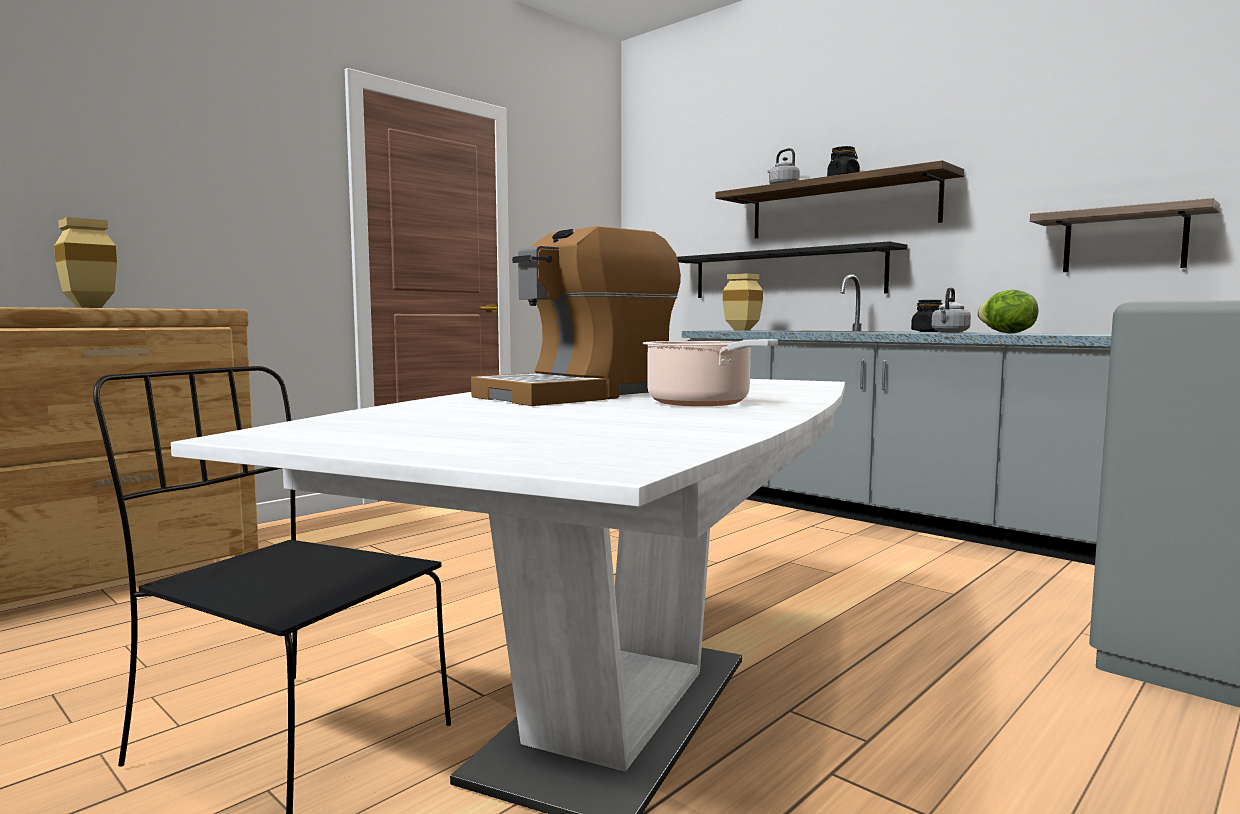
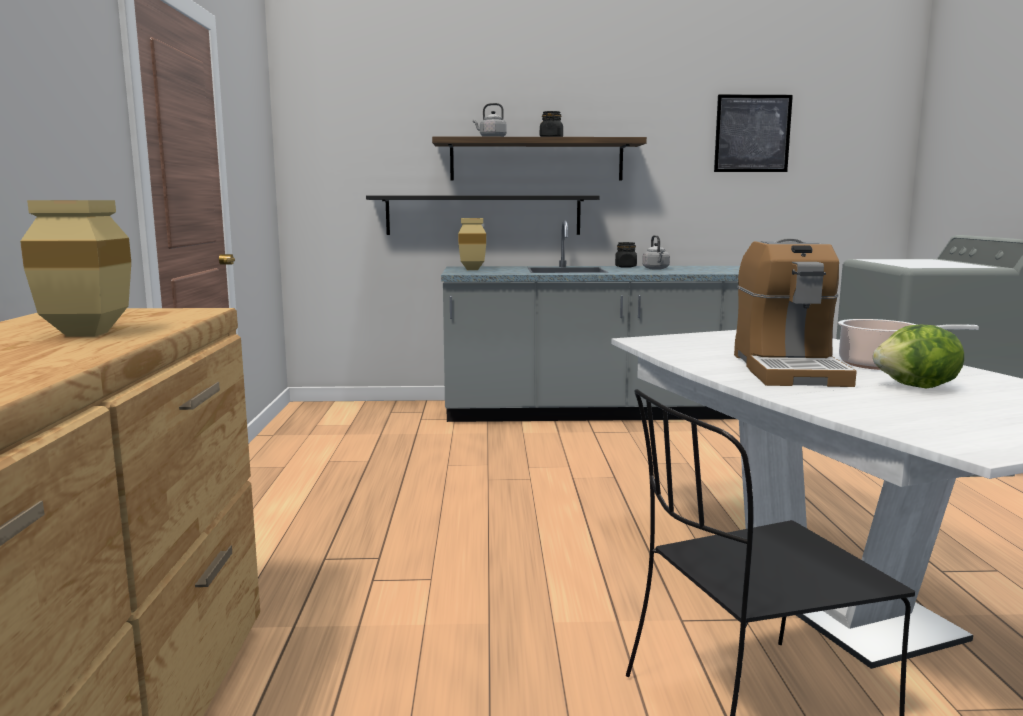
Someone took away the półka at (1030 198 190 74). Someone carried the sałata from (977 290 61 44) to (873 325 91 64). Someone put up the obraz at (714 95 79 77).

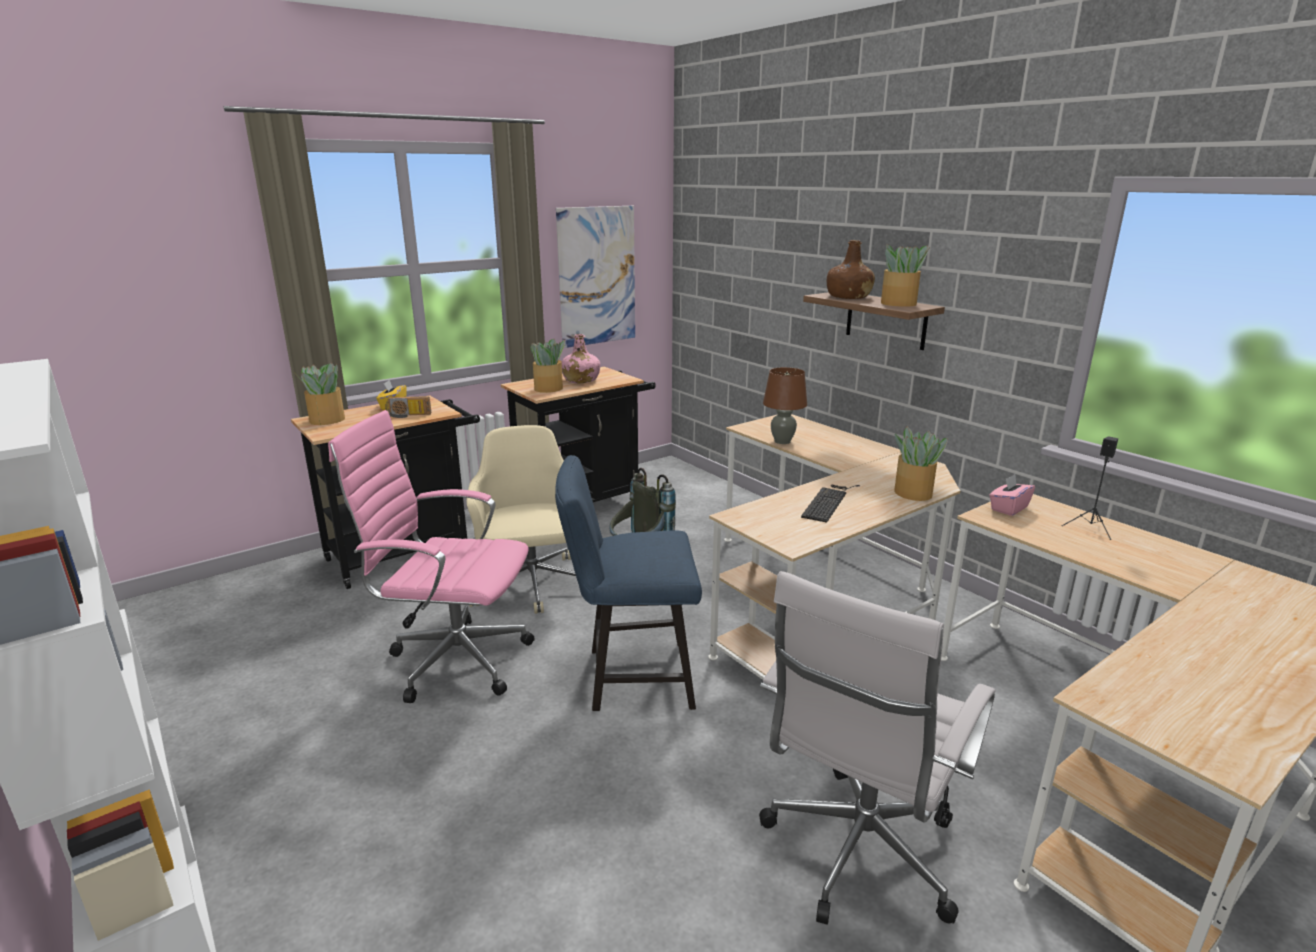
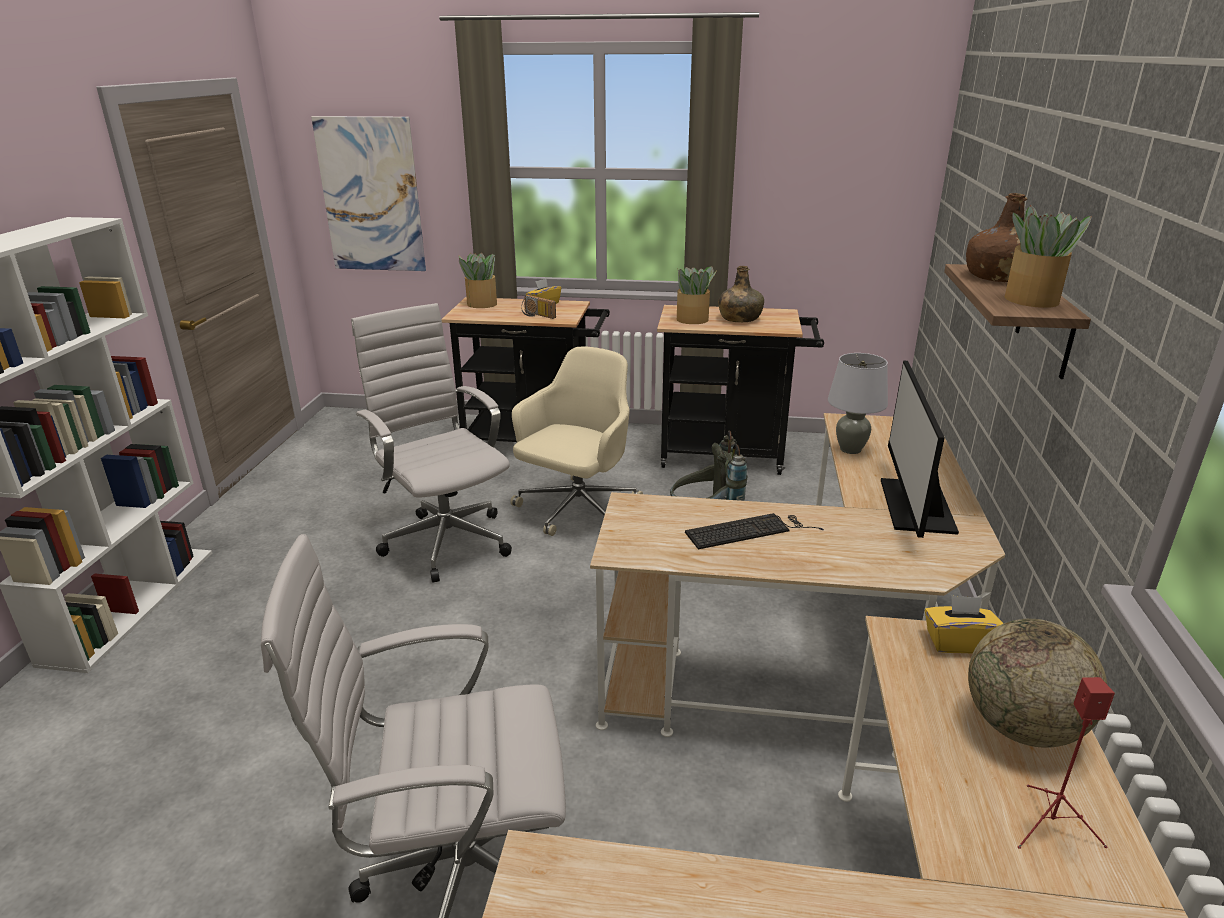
Someone carried the obraz from (556 206 79 142) to (311 116 115 155). Someone repainted the butelka (różowy) at (562 334 38 49), which became the butelka (zielony) at (718 266 46 56). Someone repainted the lampa stołowa (brązowy) at (763 367 44 77), which became the lampa stołowa (szary) at (828 353 60 101). Someone repainted the krzesło biurowe (różowy) at (328 410 206 293), which became the krzesło biurowe (biały) at (351 303 161 280). Someone took away the roślina doniczkowa at (894 427 54 74). Someone swapped the głośnik (czarny) at (1062 436 56 104) for the globus at (968 619 139 129). Someone took away the krzesło (niebieski) at (555 455 147 256). Someone repainted the pudełko chusteczek (różowy) at (989 475 46 41), which became the pudełko chusteczek (żółty) at (924 595 80 59). Someone put down the monitor at (881 361 78 177). Someone put down the głośnik (czerwony) at (1018 677 97 172).

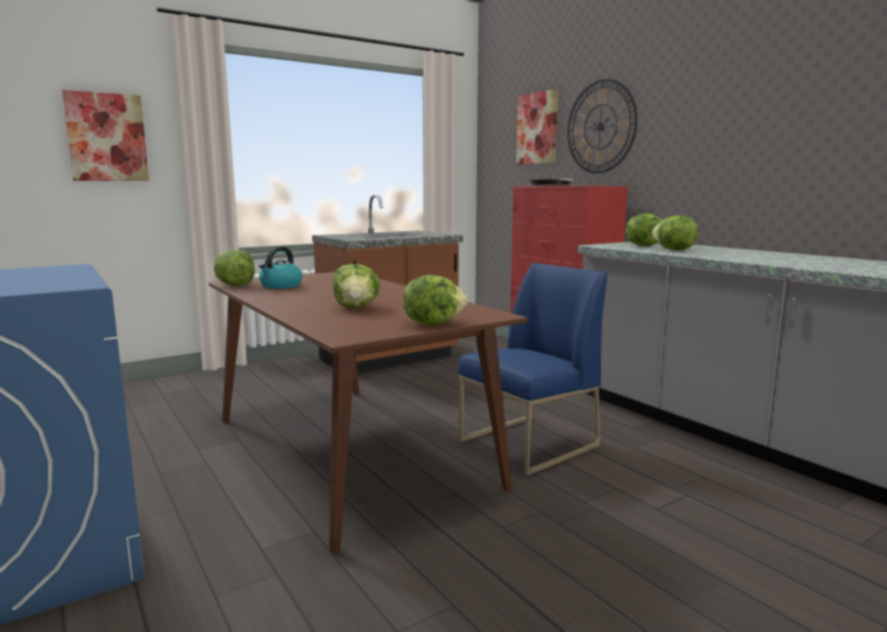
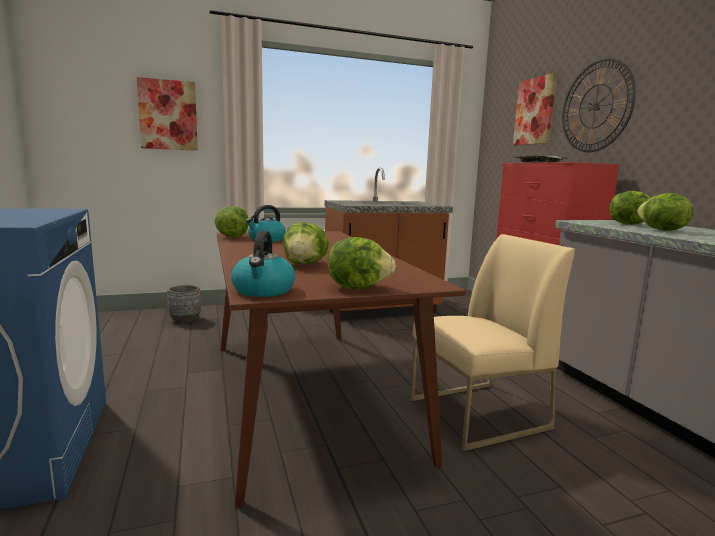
Someone repainted the krzesło (niebieski) at (458 263 149 213), which became the krzesło (beżowy) at (410 234 165 217). Someone put down the czajnik at (231 231 64 66). Someone put down the donica (szary) at (167 285 34 38).

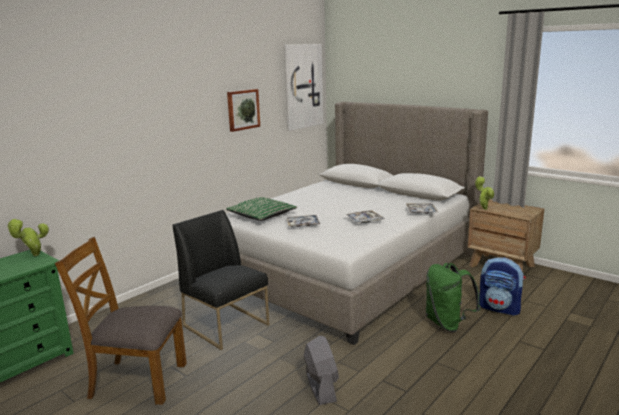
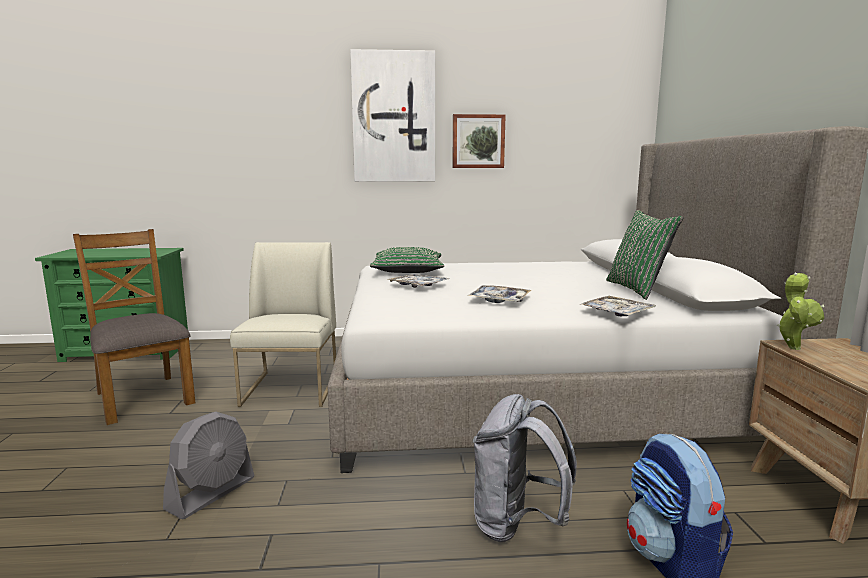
Someone carried the obraz from (284 44 39 87) to (350 49 85 133). Someone repainted the krzesło (czarny) at (173 210 97 140), which became the krzesło (biały) at (230 242 106 165). Someone took away the roślina doniczkowa at (7 219 42 37). Someone repainted the plecak (zielony) at (426 263 54 69), which became the plecak (szary) at (473 394 104 148). Someone put down the poduszka (zielony) at (606 210 77 90).

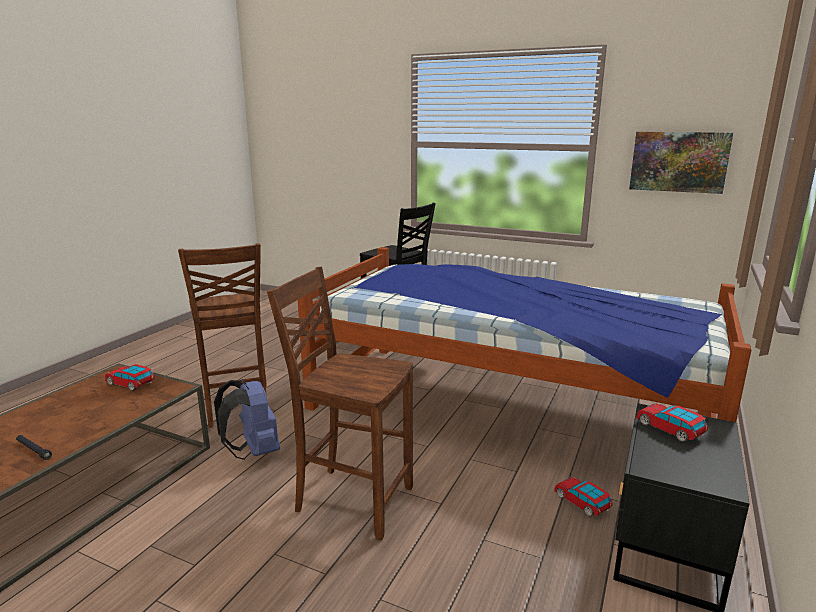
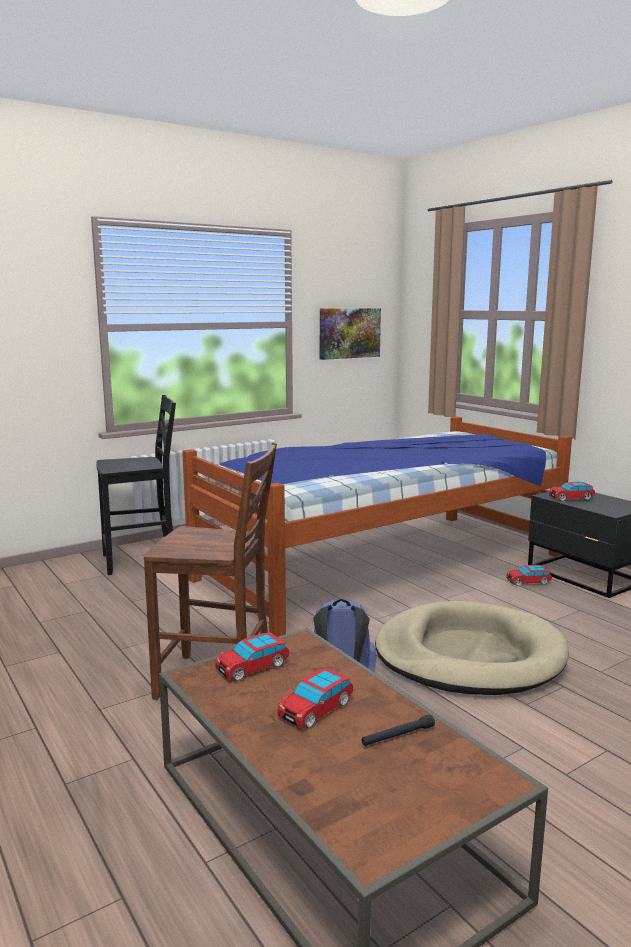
Someone swapped the krzesło (brązowy) at (267 267 146 273) for the legowisko (beżowy) at (375 601 194 94). Someone put down the samochodzik at (277 668 76 61).

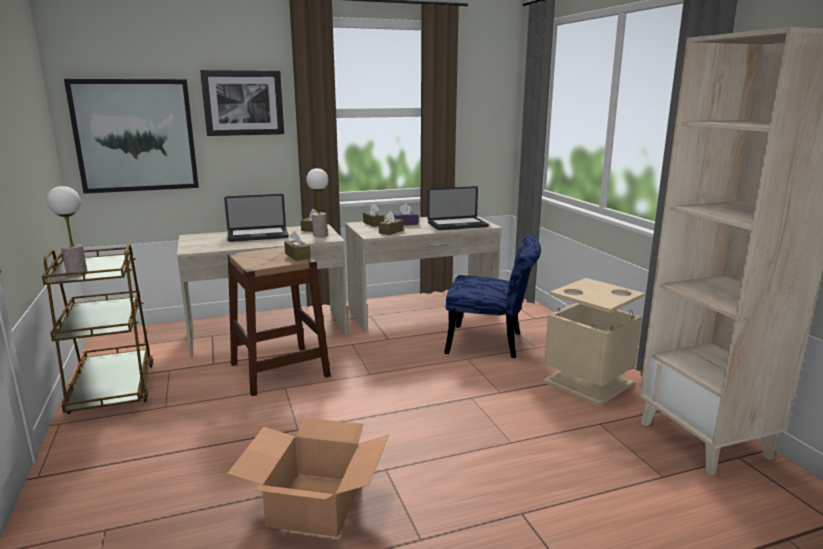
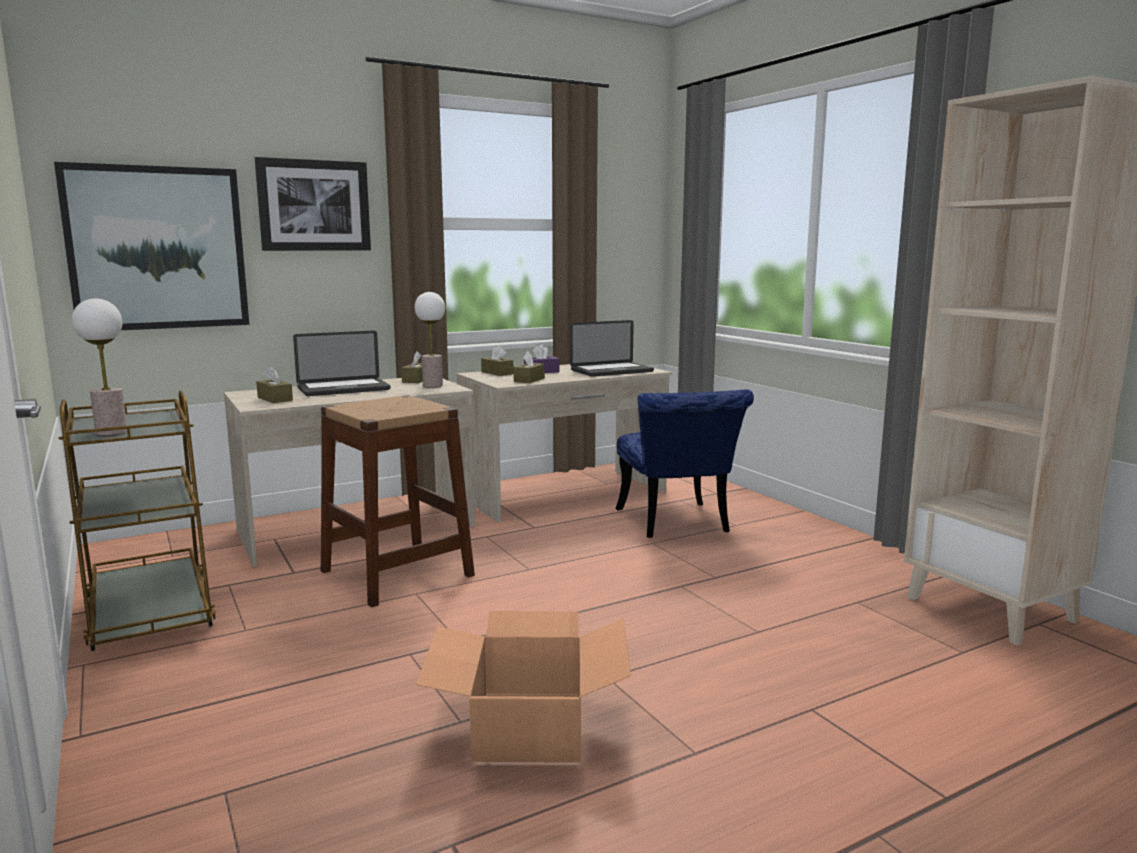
Someone carried the pudełko chusteczek (brązowy) from (284 231 27 30) to (256 366 37 37). Someone rotated the krzesło (niebieski) at (444 235 97 123) by 75 degrees clockwise. Someone took away the kosz na śmieci (beżowy) at (543 278 102 129).

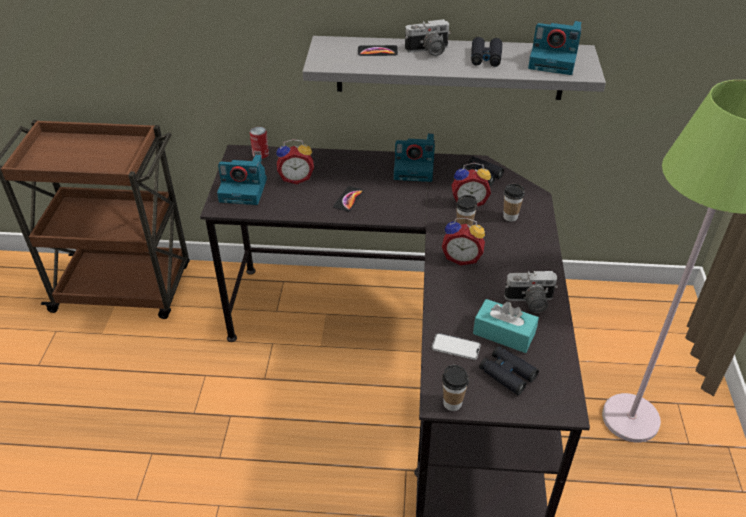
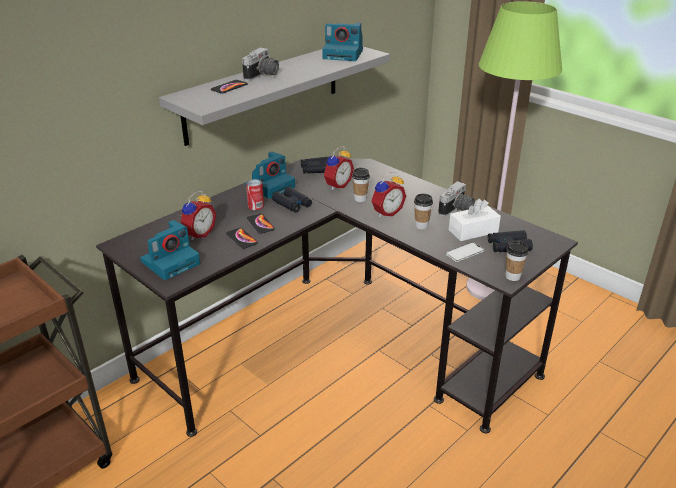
Someone rotated the aparat fotograficzny at (528 21 54 54) by 45 degrees clockwise. Someone carried the lornetka (czarny) from (471 37 31 30) to (272 187 40 26). Someone carried the puszka from (250 127 19 32) to (246 179 18 31). Someone carried the filiżanka from (503 184 22 38) to (414 194 19 35). Someone repainted the pudełko chusteczek (turkusowy) at (473 299 66 54), which became the pudełko chusteczek (biały) at (449 199 52 42). Someone put down the telefon at (226 228 32 21).

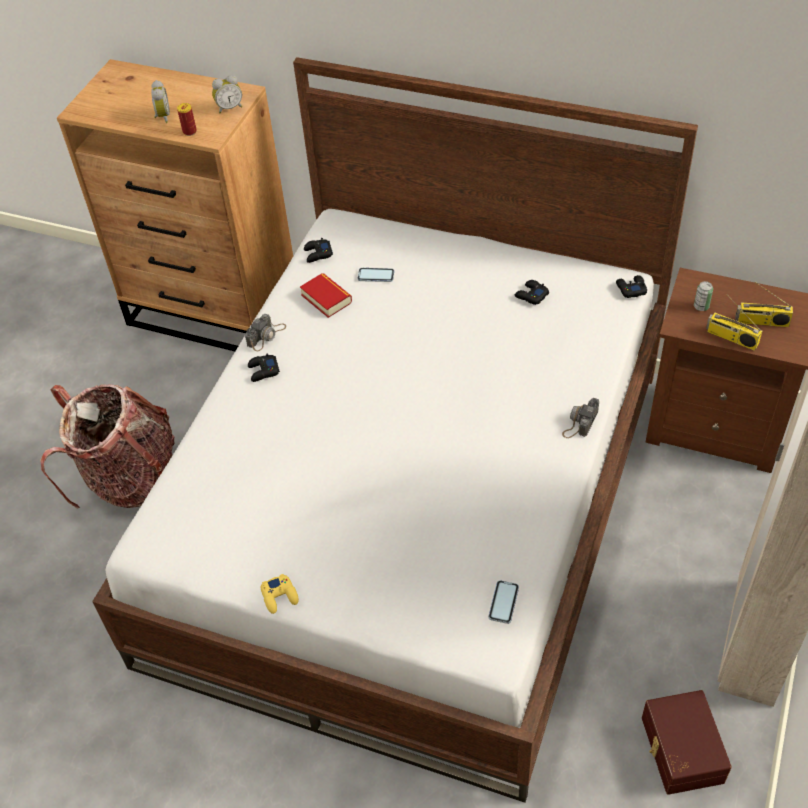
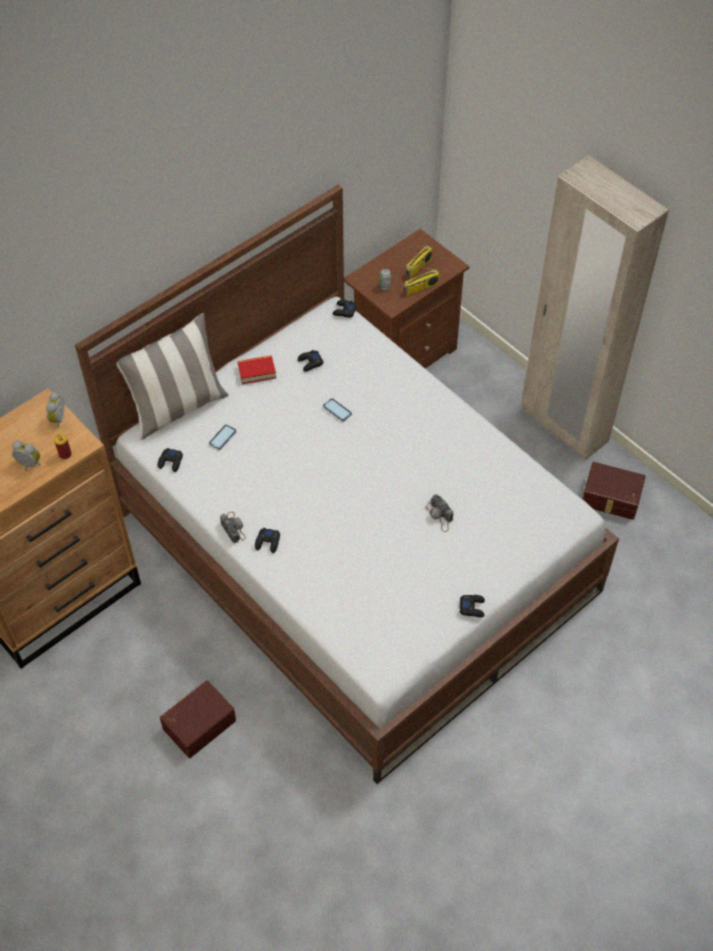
Someone carried the książka from (300 273 52 45) to (237 355 39 29). Someone swapped the plecak at (40 384 134 125) for the pojemnik do przechowywania (brązowy) at (160 680 76 78). Someone carried the aparat fotograficzny from (562 398 37 40) to (426 494 27 38). Someone repainted the pad do gier (żółty) at (261 574 38 40), which became the pad do gier (czarny) at (460 595 25 22). Someone carried the telefon from (488 580 31 44) to (323 398 29 24). Someone put down the poduszka at (117 313 112 127).

